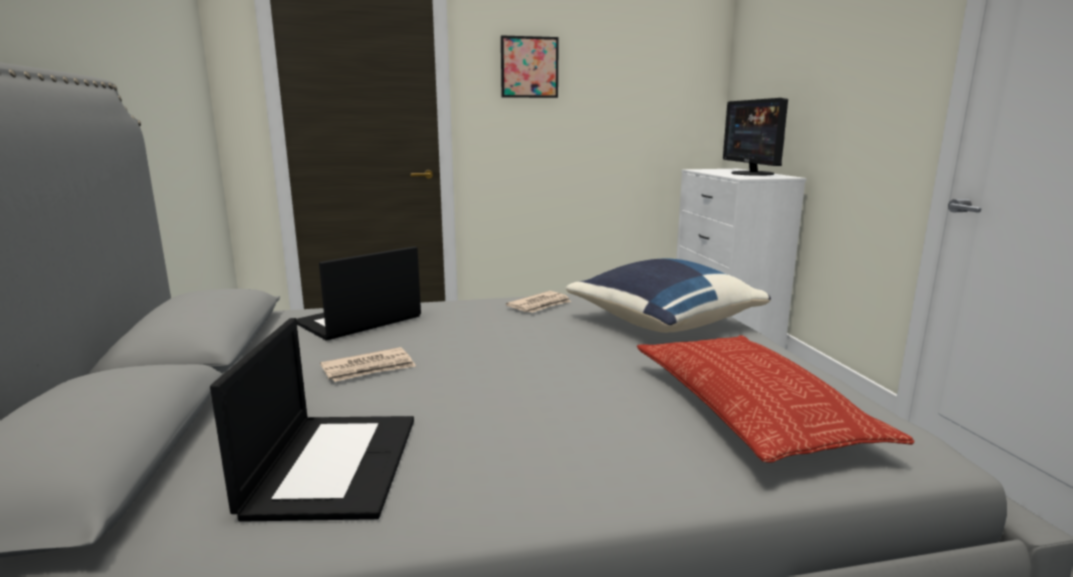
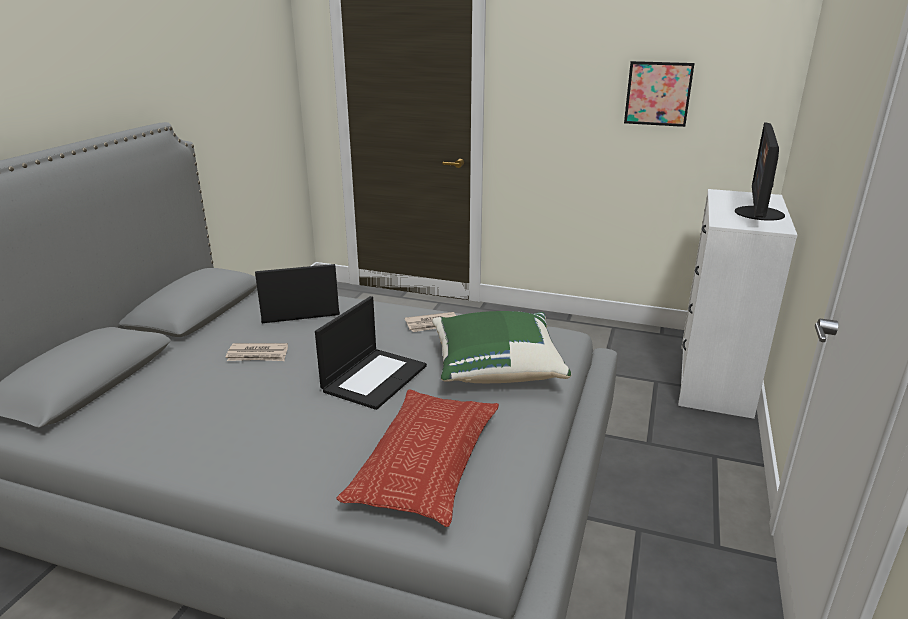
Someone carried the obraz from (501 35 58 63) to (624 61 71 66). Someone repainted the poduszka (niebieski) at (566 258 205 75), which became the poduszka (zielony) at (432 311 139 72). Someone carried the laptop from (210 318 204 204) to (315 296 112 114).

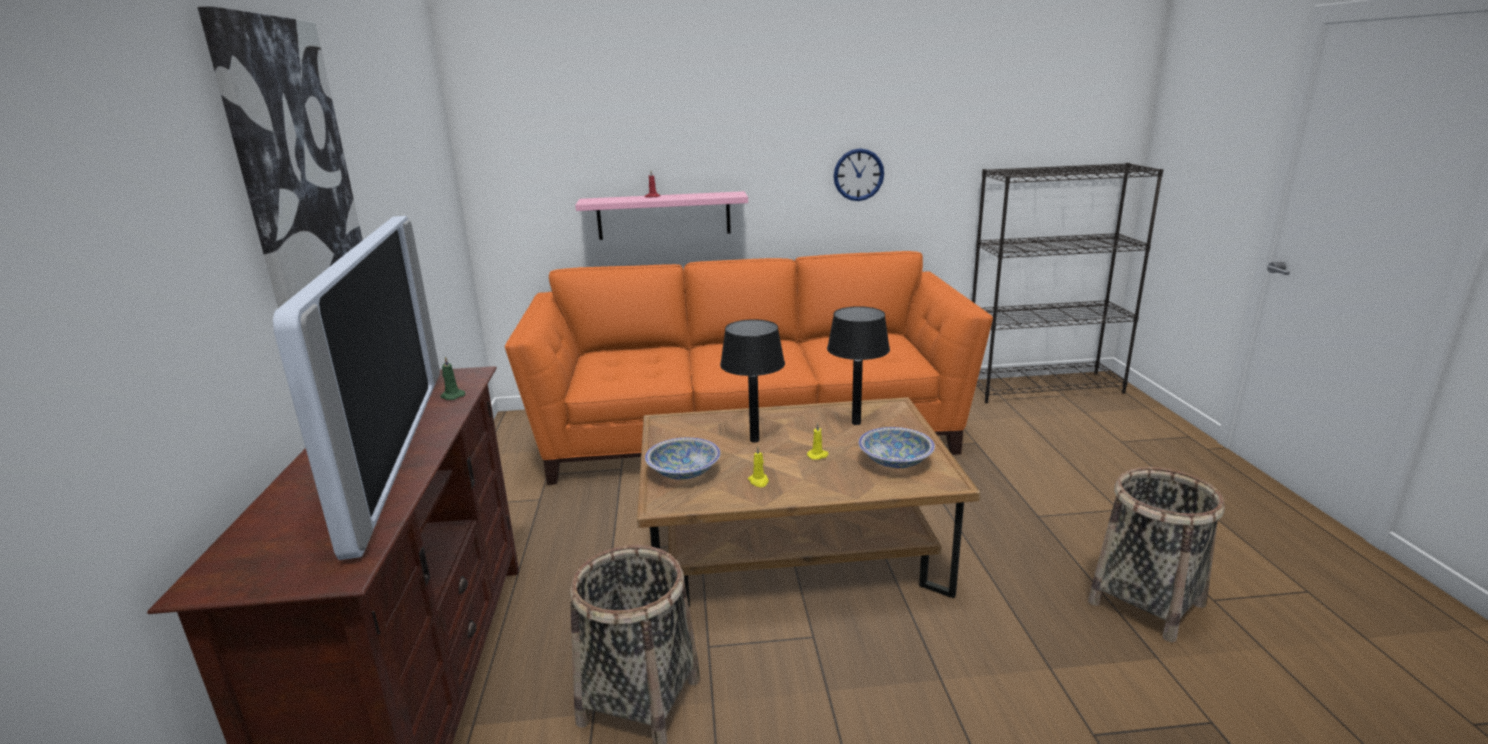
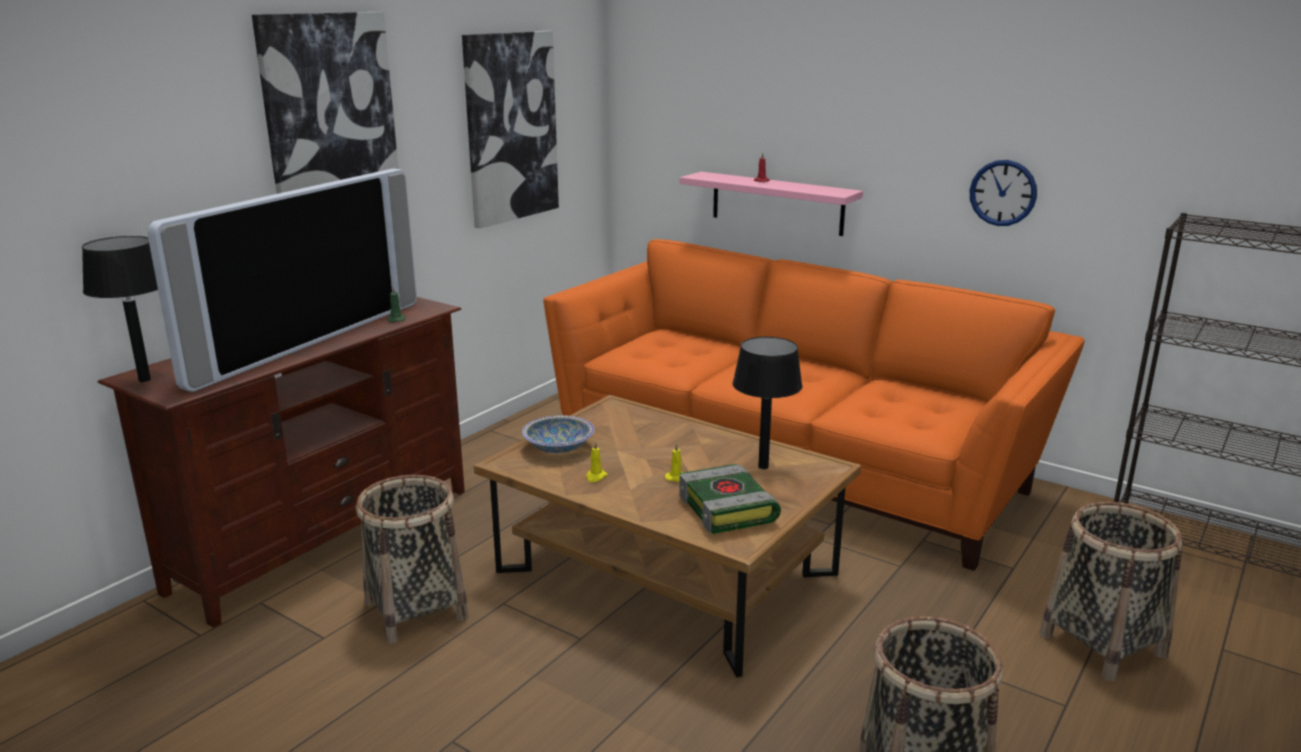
Someone carried the lampa stołowa (czarny) from (720 319 65 124) to (82 236 76 146). Someone swapped the miska at (859 427 76 41) for the książka at (679 464 102 70). Someone put up the obraz at (462 31 97 197). Someone put down the koszyk at (1040 502 143 179).

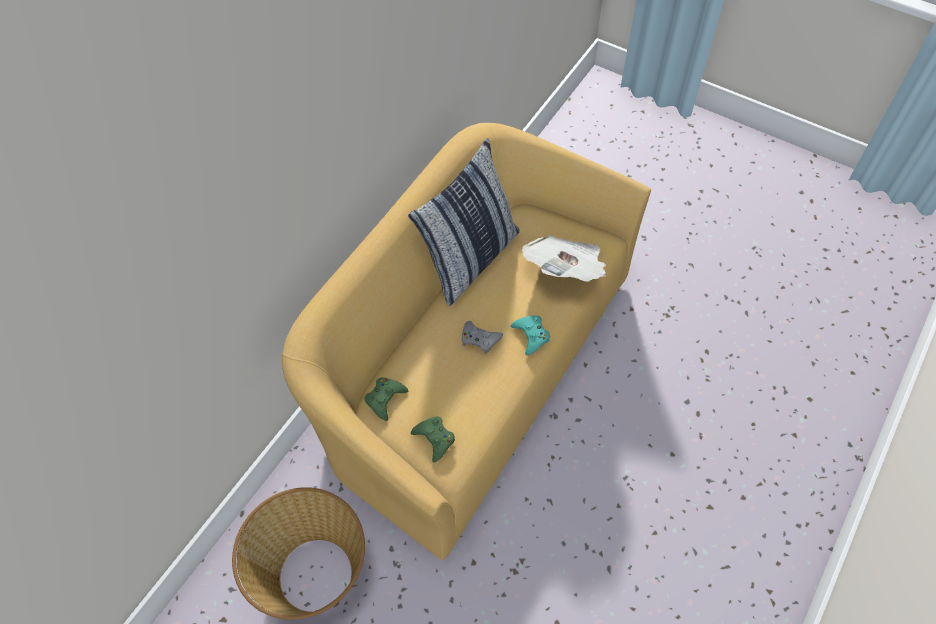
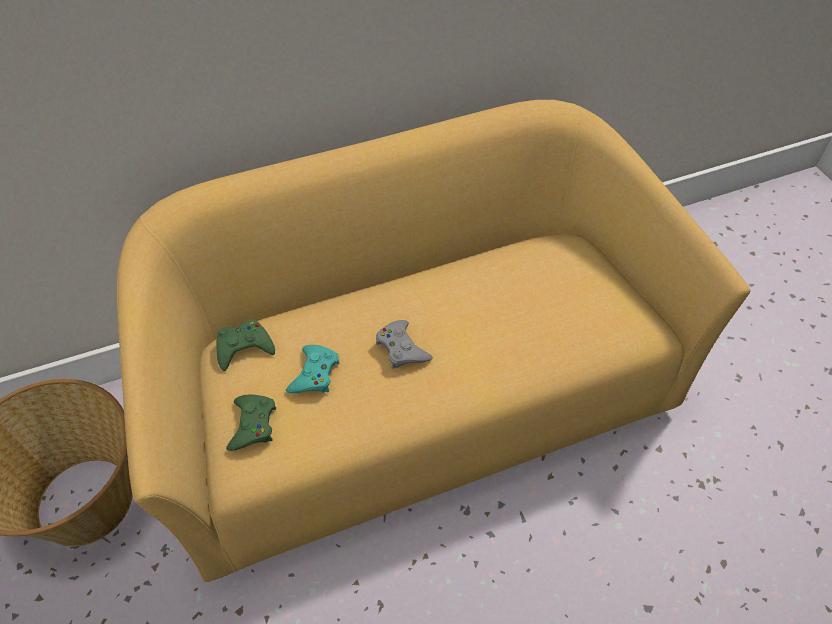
Someone took away the poduszka at (408 138 112 168). Someone took away the gazeta at (522 235 84 47). Someone carried the pad do gier (turkusowy) from (511 315 39 40) to (286 345 54 48).

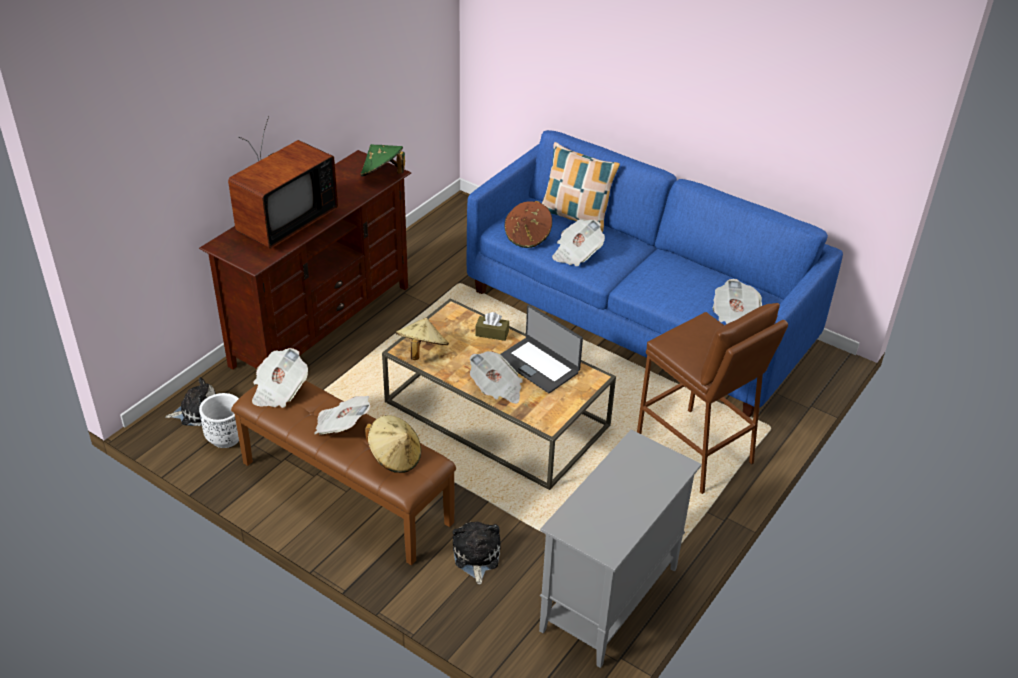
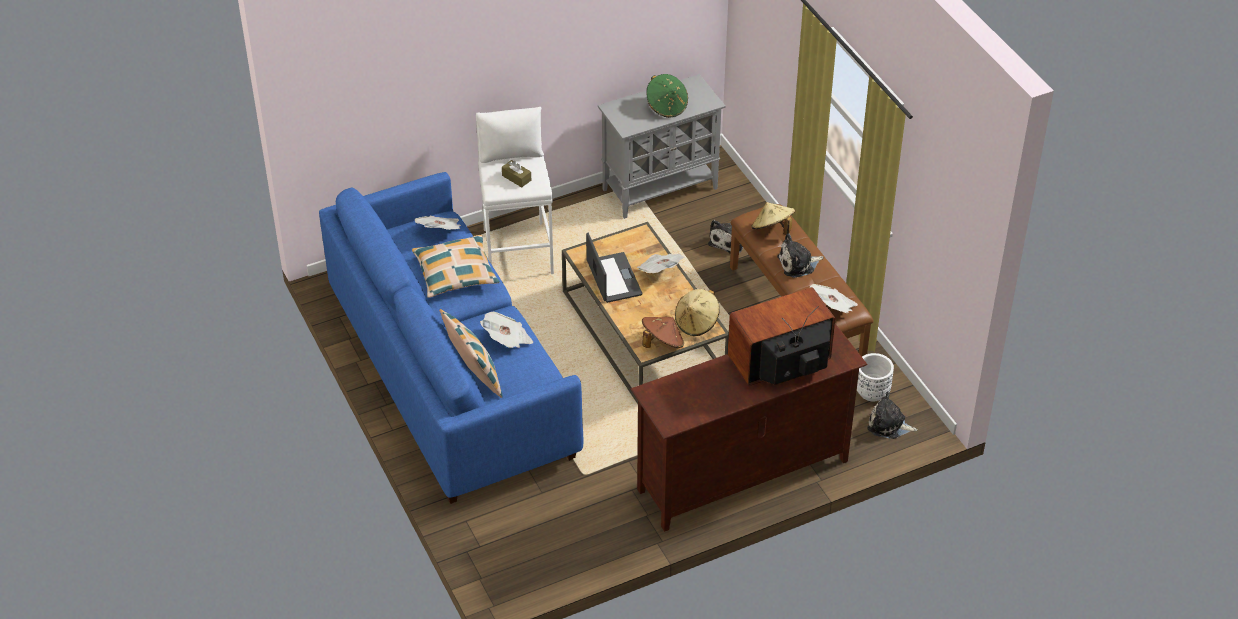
Someone carried the kapelusz (zielony) from (361 144 44 32) to (646 74 42 44). Someone carried the kapelusz (brązowy) from (505 201 47 47) to (642 317 42 31). Someone repainted the stołek (brązowy) at (637 303 151 191), which became the stołek (biały) at (476 107 78 167). Someone carried the pudełko chusteczek (brązowy) from (476 312 33 29) to (502 160 29 27). Someone swapped the gazeta at (314 396 56 39) for the pluszak at (777 233 47 45). Someone put down the poduszka at (412 235 88 63).

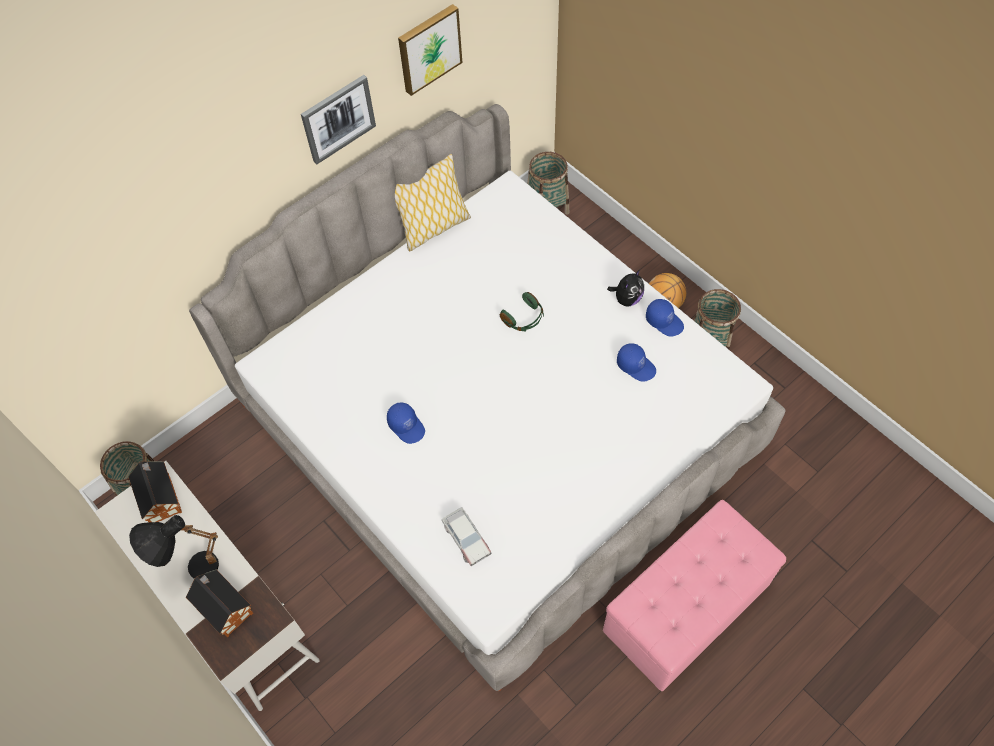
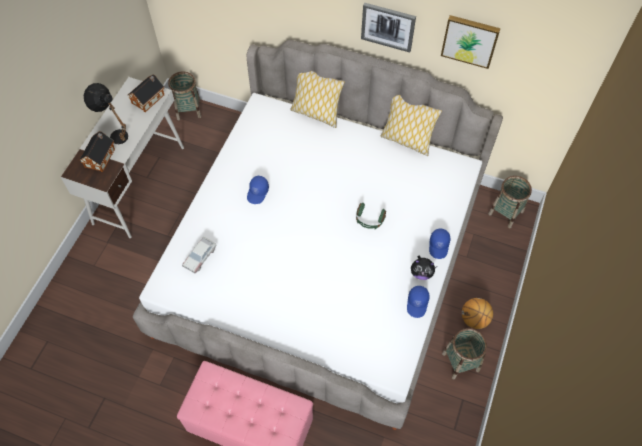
Someone carried the czapka z daszkiem (niebieski) from (617 343 39 39) to (429 229 21 30). Someone put down the poduszka at (290 71 55 57).

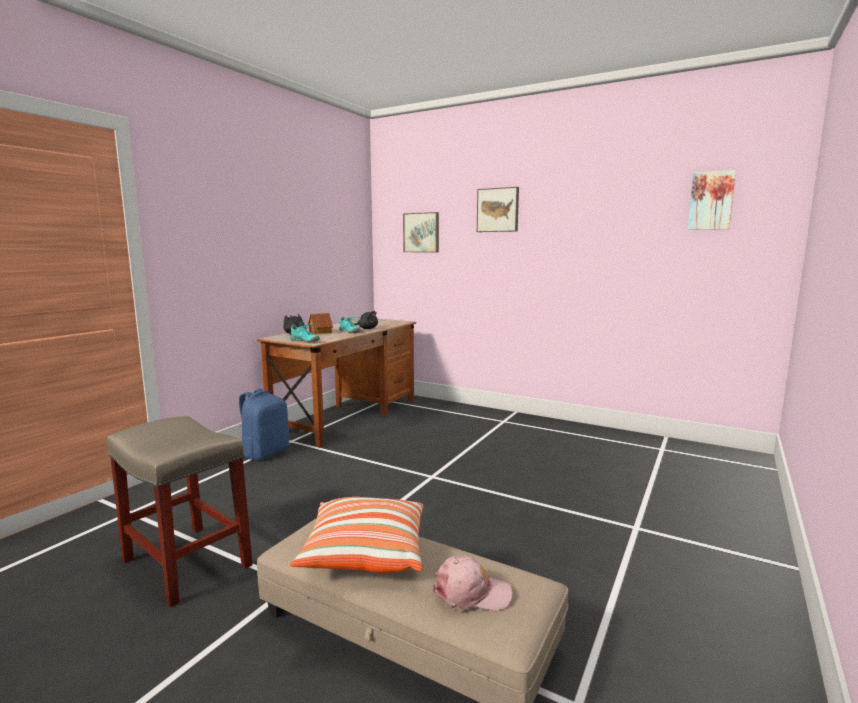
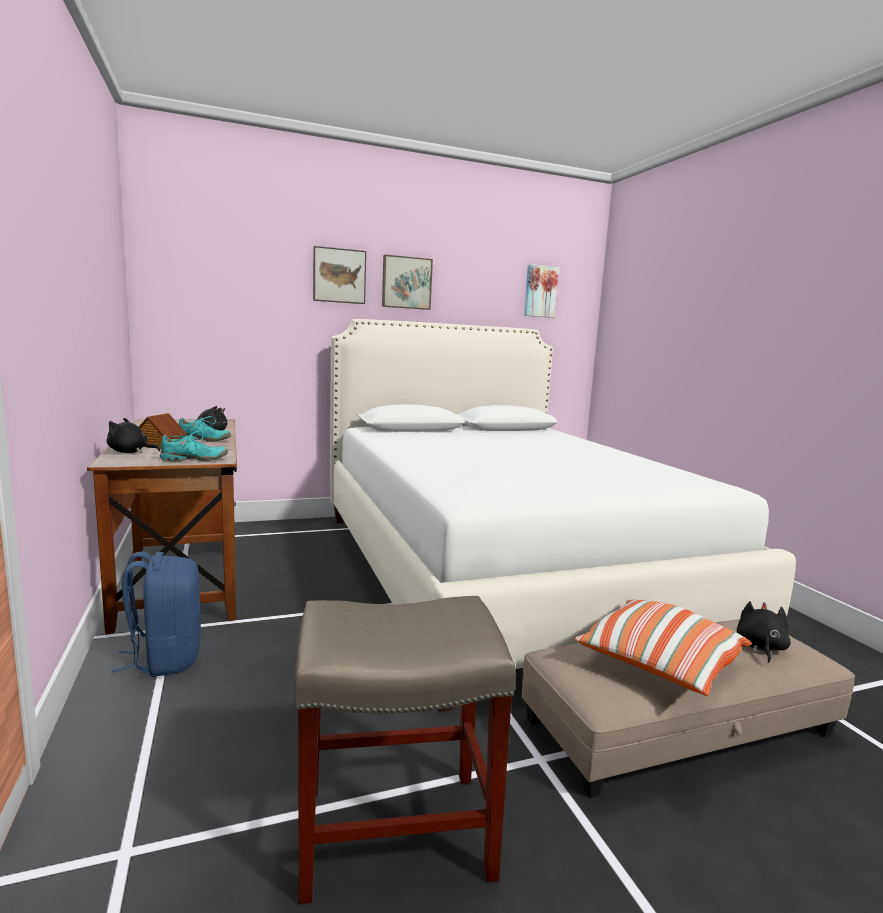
Someone carried the obraz from (403 212 36 40) to (382 255 51 55). Someone swapped the czapka z daszkiem (różowy) at (433 556 80 54) for the pluszak (czarny) at (737 601 54 62). Someone put down the łóżko (biały) at (330 319 466 393).

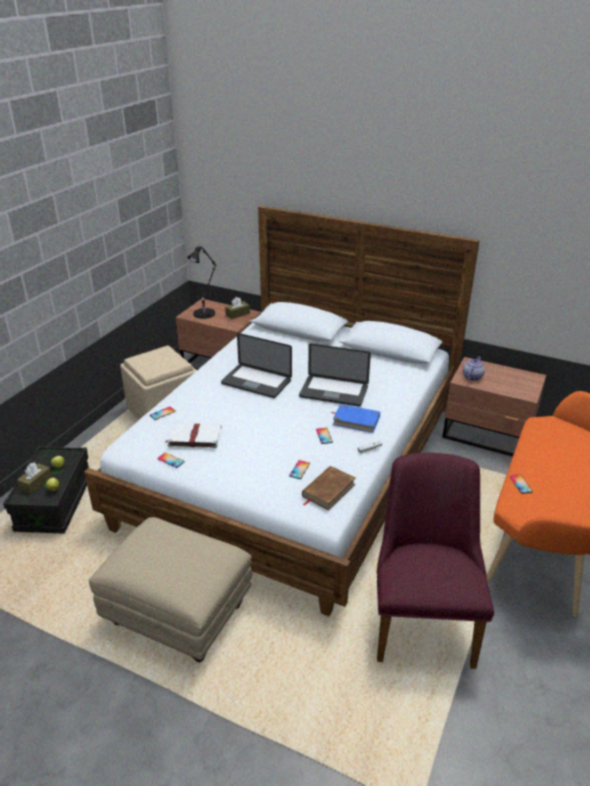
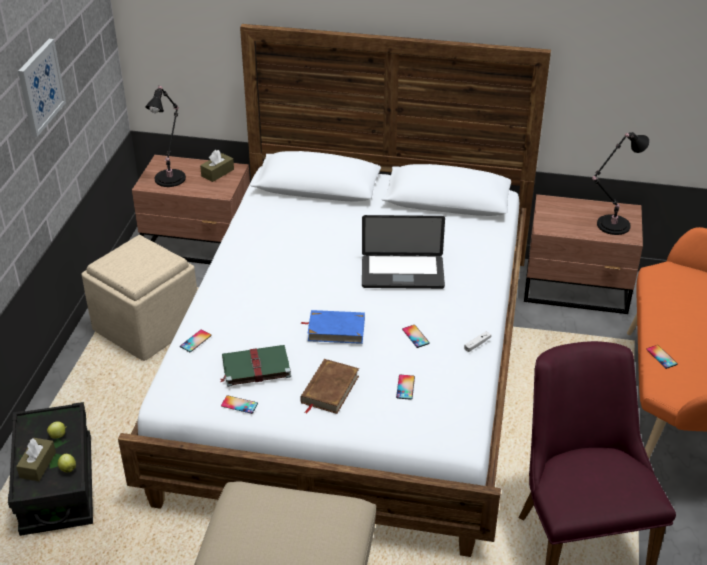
Someone took away the laptop at (221 333 71 65). Someone took away the imbryk at (463 356 22 25). Someone carried the książka (niebieski) from (331 404 49 29) to (300 310 65 34). Someone repainted the książka (biały) at (164 423 57 25), which became the książka (zielony) at (220 345 71 42). Someone carried the książka (brązowy) from (302 466 53 44) to (300 359 59 55). Someone put up the obraz at (18 39 48 98). Someone put down the lampa stołowa (czarny) at (592 132 57 103).

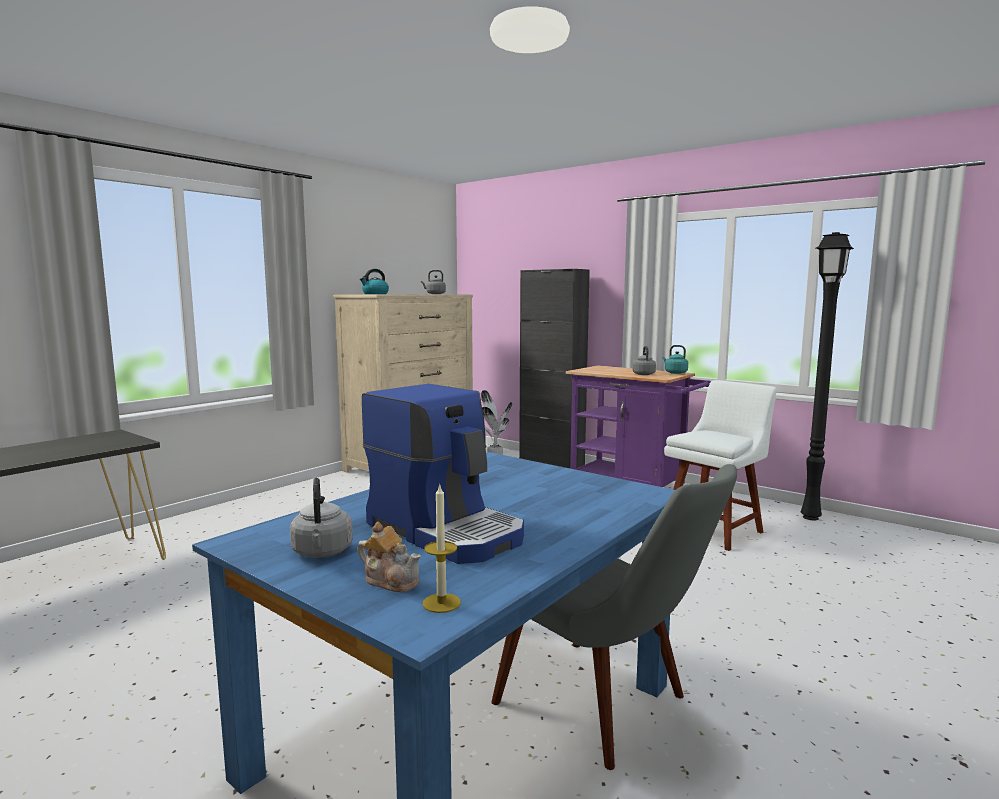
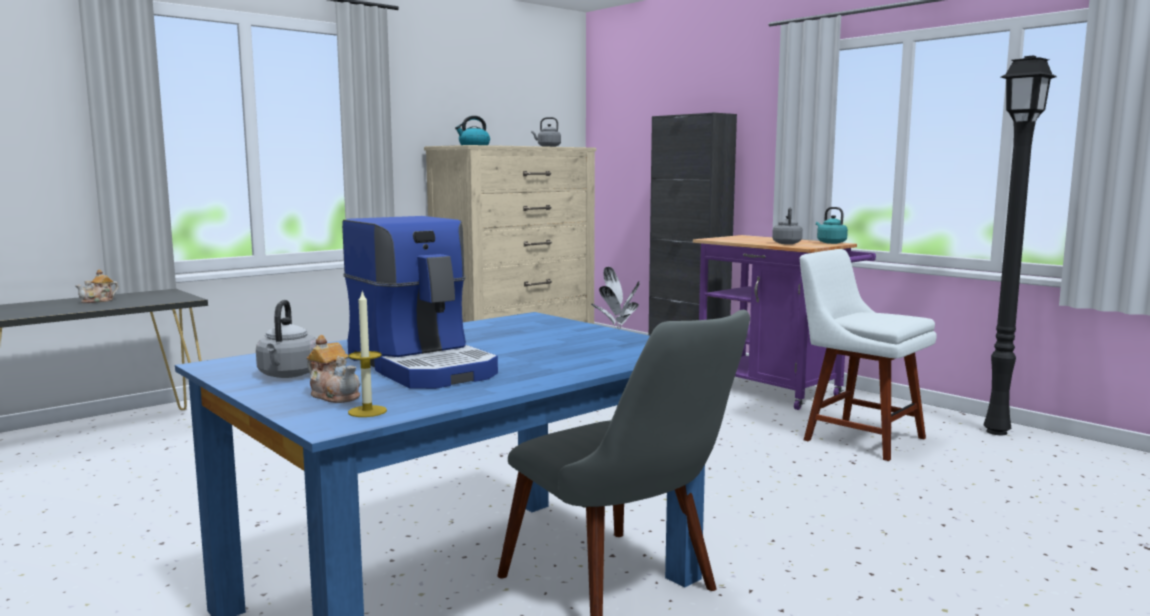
Someone rotated the krzesło (biały) at (664 380 113 171) by 105 degrees counterclockwise. Someone put down the imbryk at (75 270 44 33).

